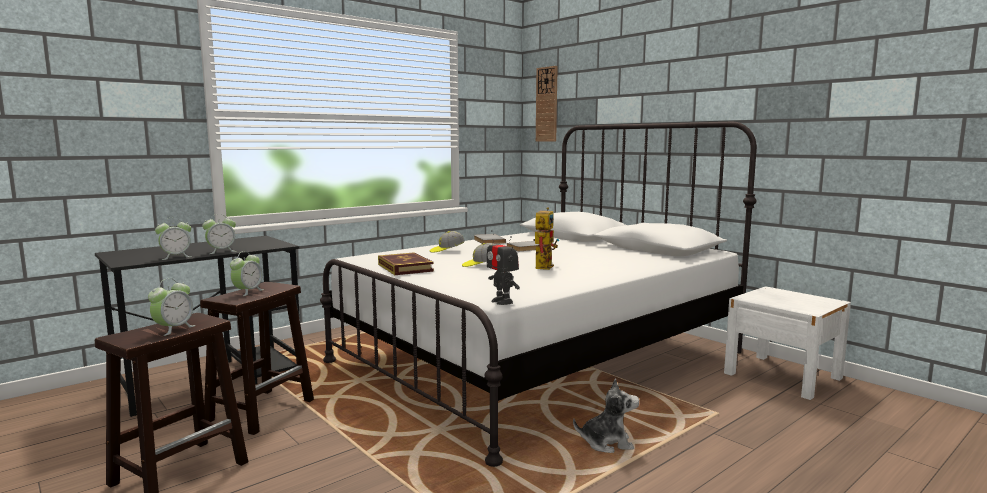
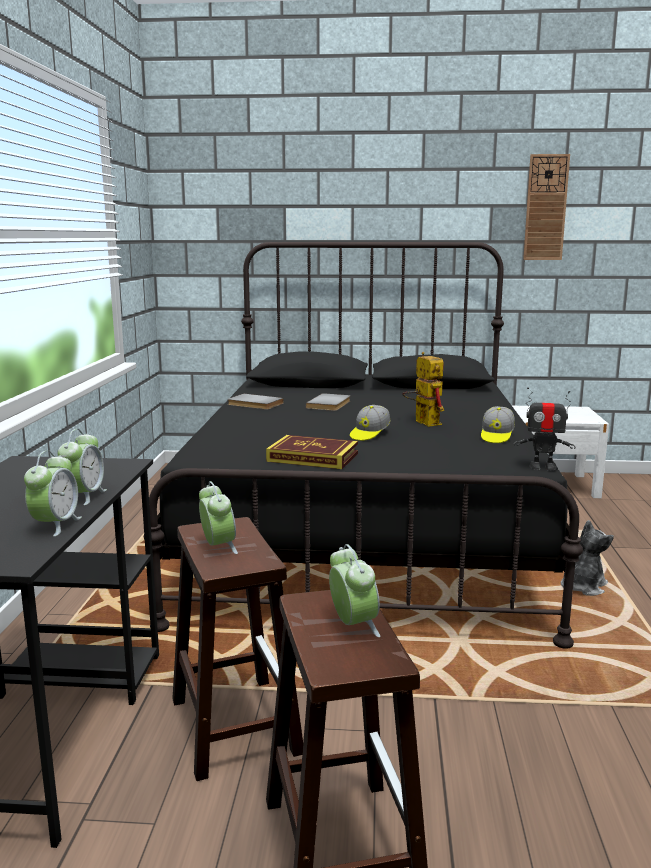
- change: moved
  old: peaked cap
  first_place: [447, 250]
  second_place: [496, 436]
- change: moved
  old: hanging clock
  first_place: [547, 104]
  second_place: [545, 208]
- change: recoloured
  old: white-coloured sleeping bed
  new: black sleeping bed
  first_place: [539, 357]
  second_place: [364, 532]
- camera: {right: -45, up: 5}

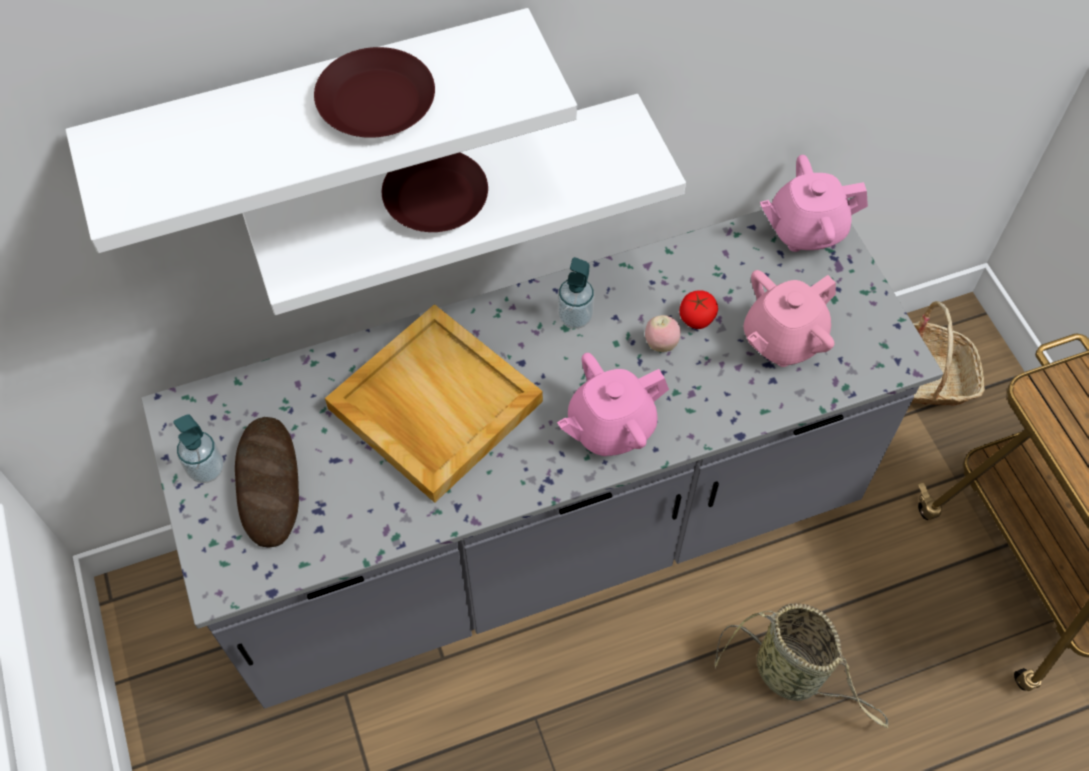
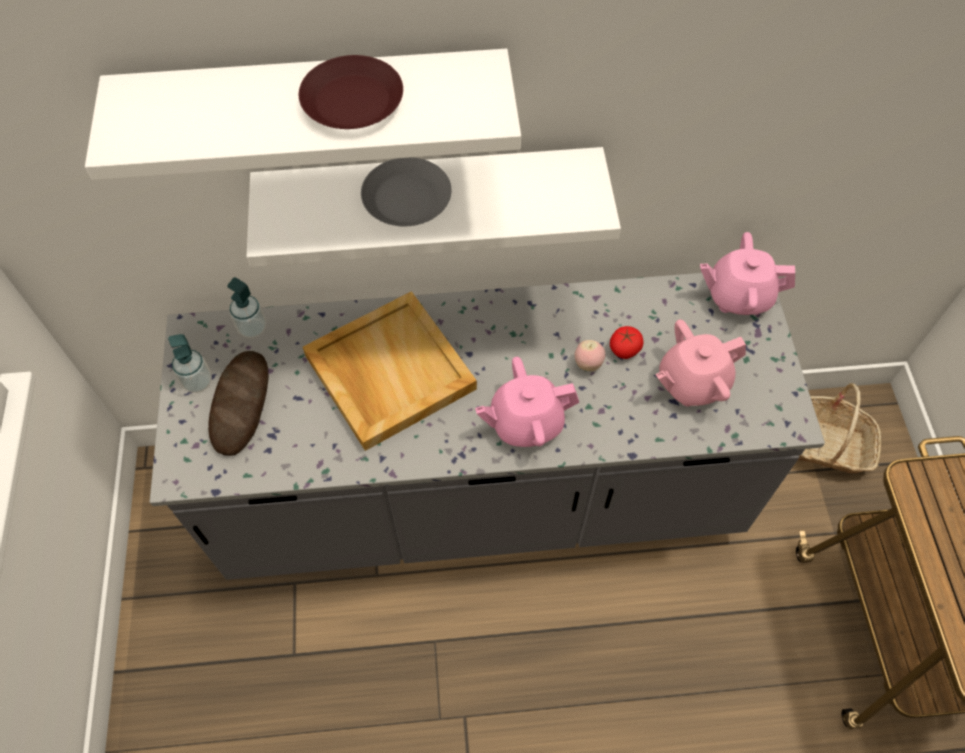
- change: removed
  old: storage basket
  first_place: [792, 674]
- change: moved
  old: liquid soap bottle
  first_place: [575, 317]
  second_place: [252, 328]
- change: recoloured
  old: brown-coloured plate
  new: gray plate
  first_place: [434, 198]
  second_place: [406, 198]
- camera: {right: 15, up: 0}

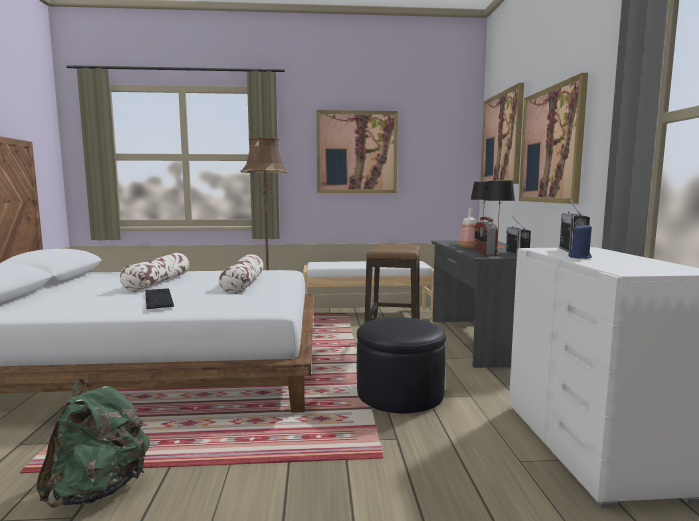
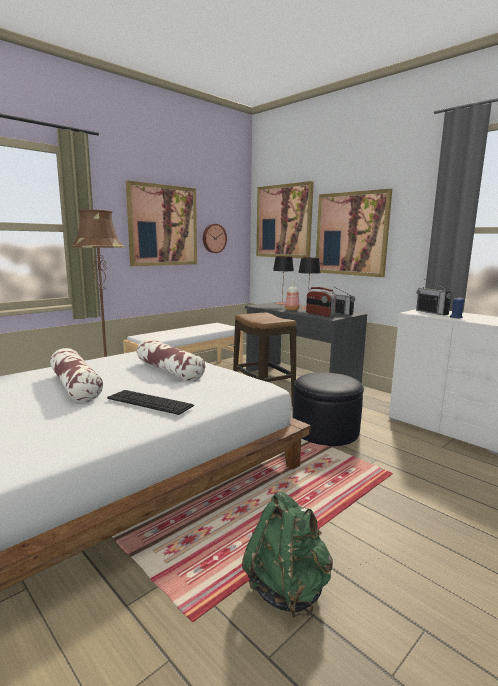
- change: added
  new: hanging clock
  second_place: [213, 238]
- camera: {right: -40, up: 5}

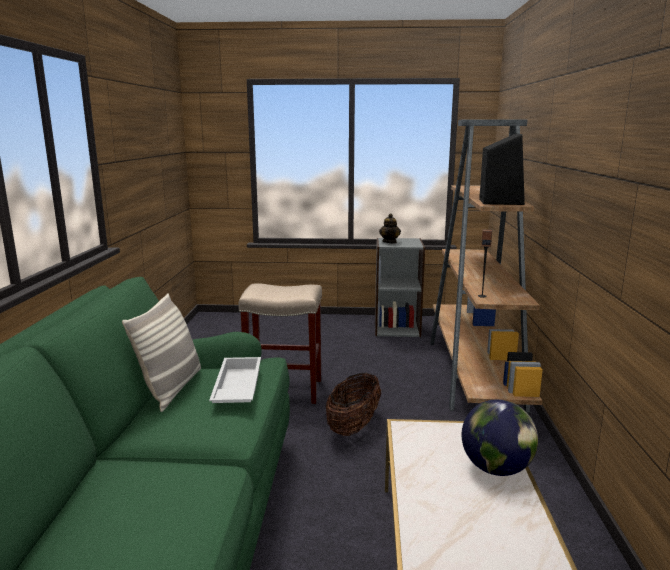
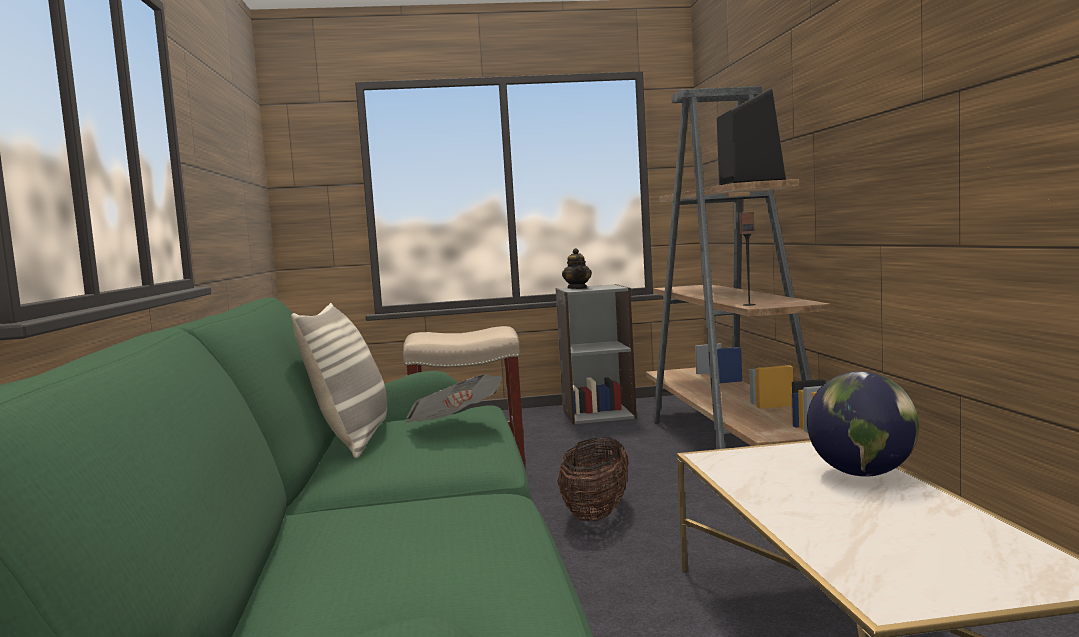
- change: replaced
  old: white-coloured tray
  new: printed paper
  first_place: [236, 388]
  second_place: [455, 427]
- camera: {right: -10, up: -10}

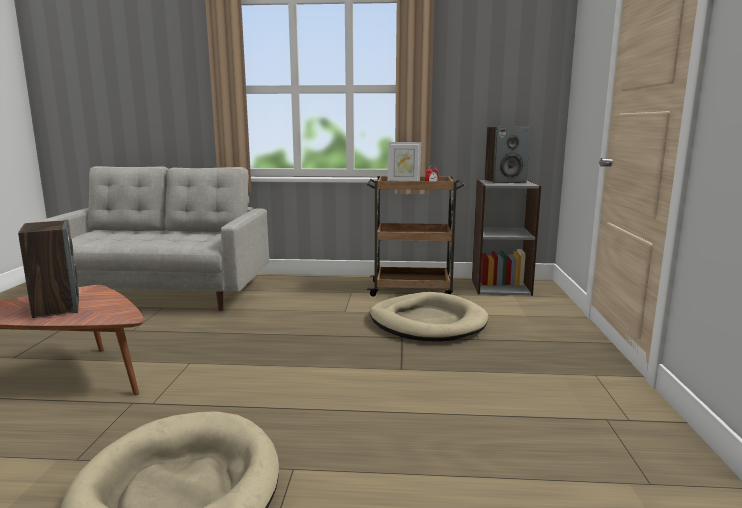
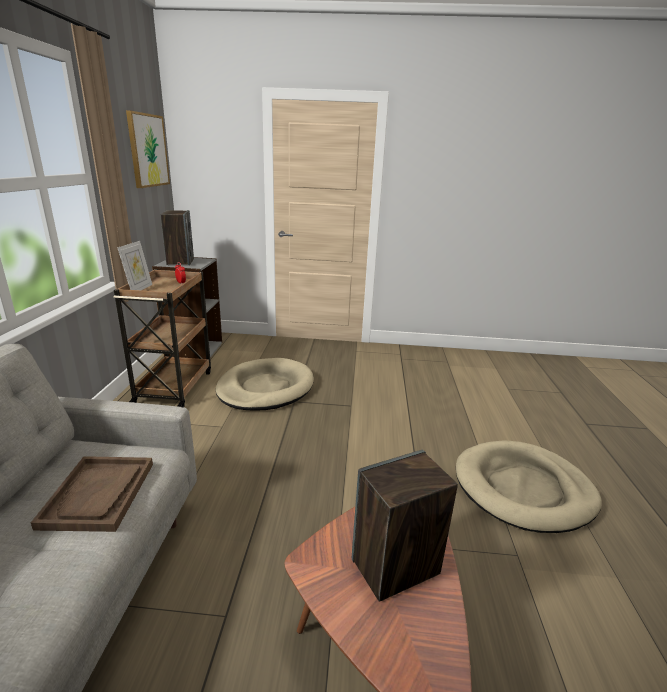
- change: added
  new: brown-coloured tray
  second_place: [99, 494]
- change: added
  new: wall picture
  second_place: [148, 150]
- camera: {right: -90, up: 10}

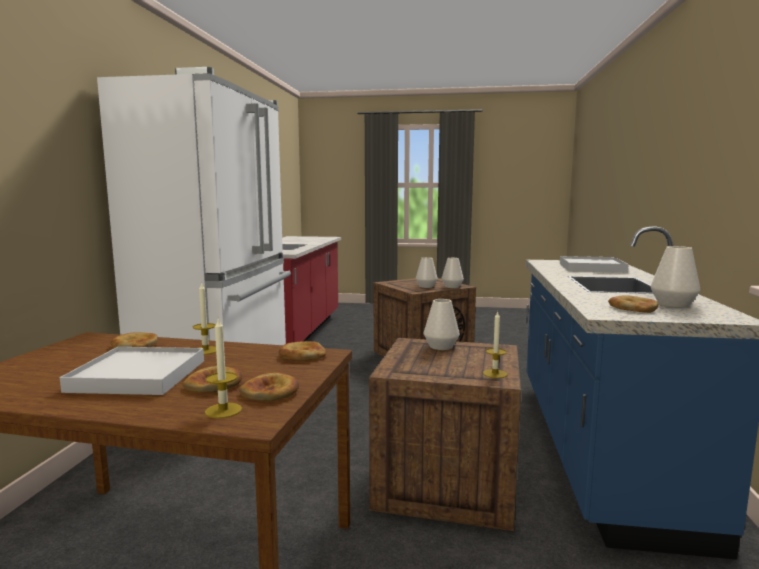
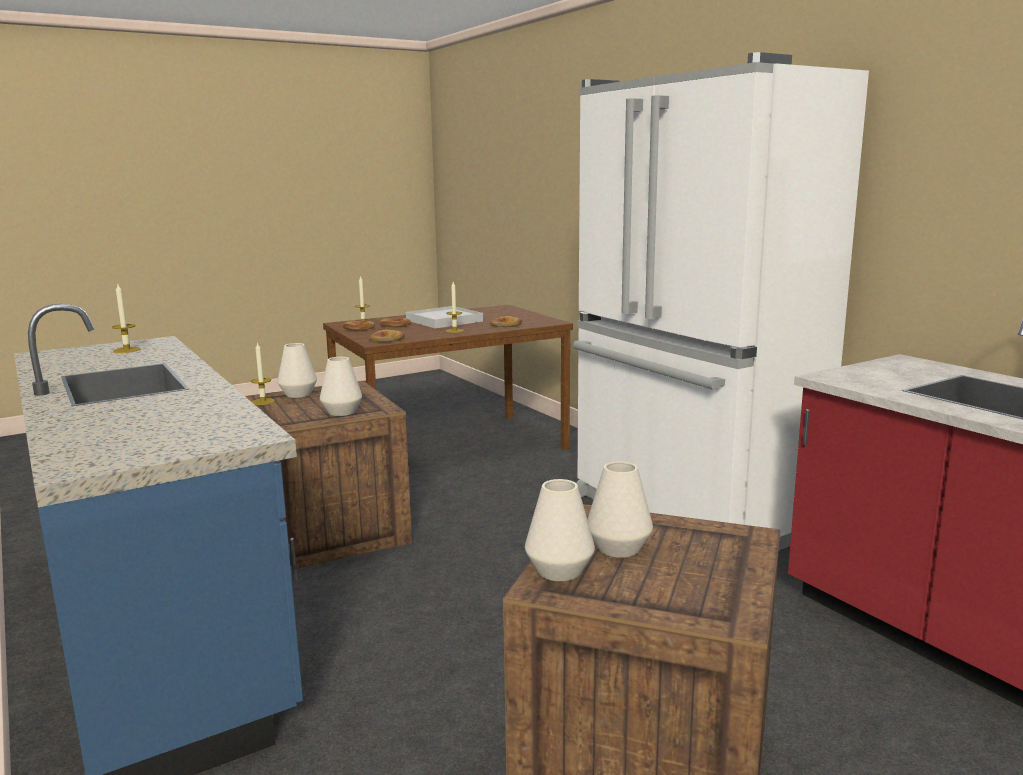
- change: removed
  old: white-coloured tray
  first_place: [591, 268]
- change: moved
  old: white-coloured decorative vase
  first_place: [673, 304]
  second_place: [298, 394]
- change: replaced
  old: bakery bread
  new: wax candle
  first_place: [632, 308]
  second_place: [127, 350]
- camera: {right: 140, up: 5}

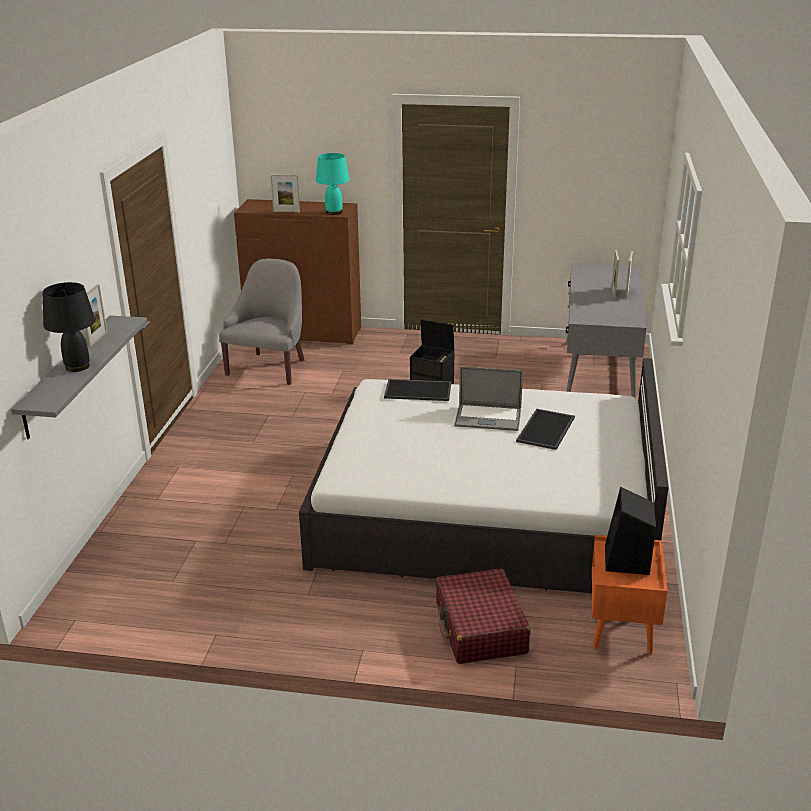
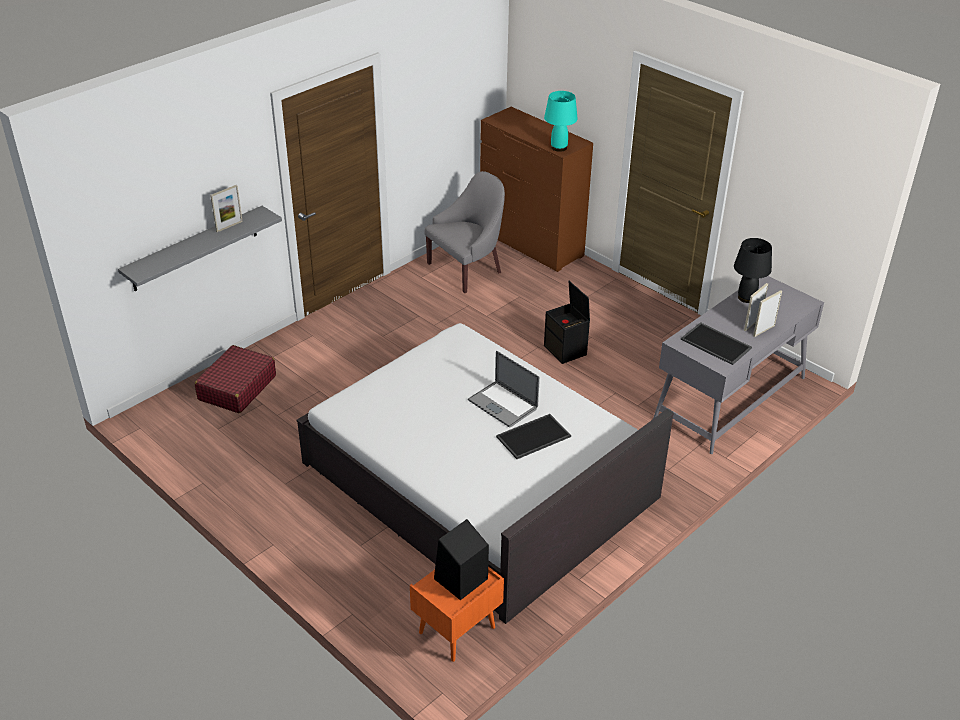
- change: removed
  old: picture frame
  first_place: [286, 211]
- change: moved
  old: black tabletop lamp
  first_place: [77, 366]
  second_place: [746, 297]
- change: moved
  old: tray
  first_place: [418, 390]
  second_place: [717, 343]
- change: moved
  old: red-coloured piece of luggage
  first_place: [480, 628]
  second_place: [237, 388]
- camera: {right: 35, up: 10}

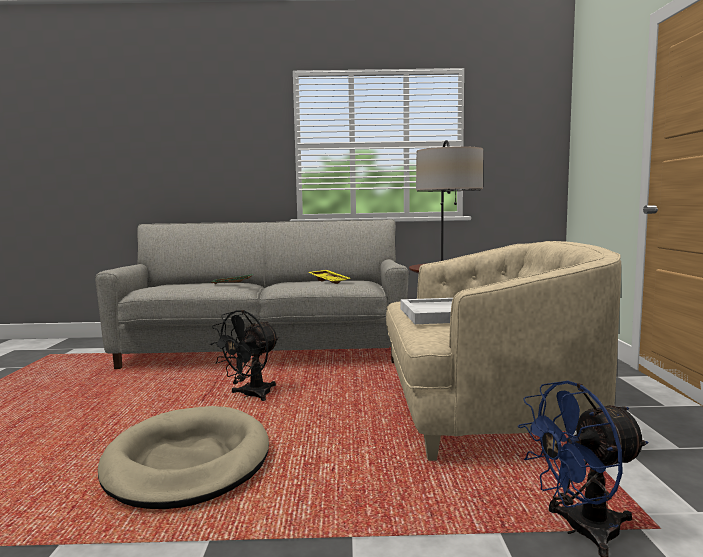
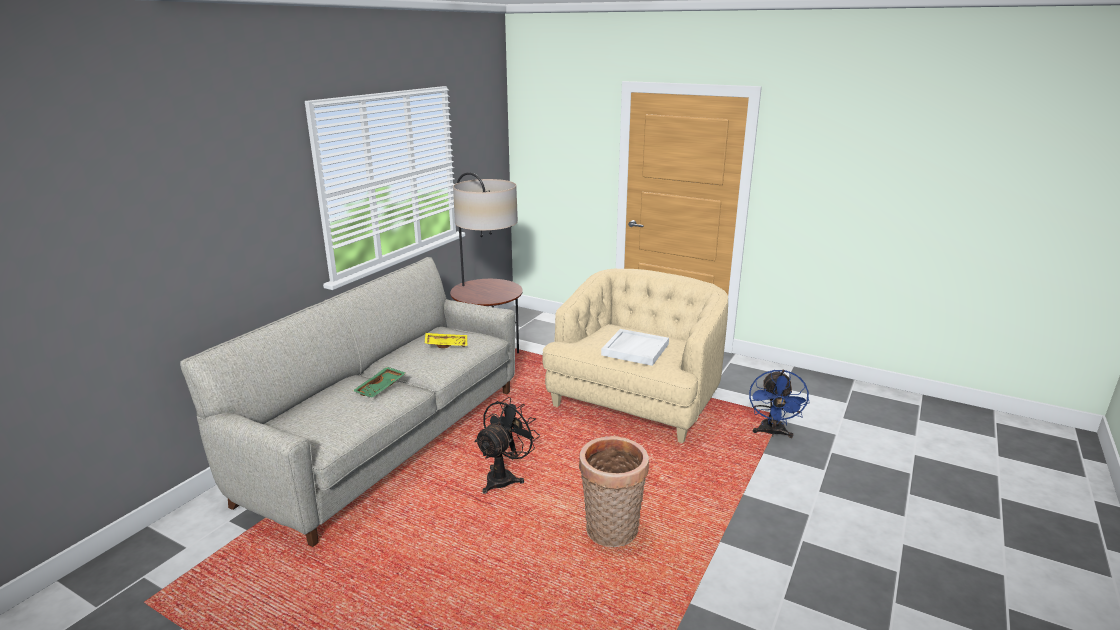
- change: replaced
  old: beige-coloured pet bed
  new: storage basket
  first_place: [188, 462]
  second_place: [611, 532]
- change: turned
  old: black fan
  first_place: [250, 395]
  second_place: [504, 477]
  degrees: -120
- camera: {right: -60, up: 15}

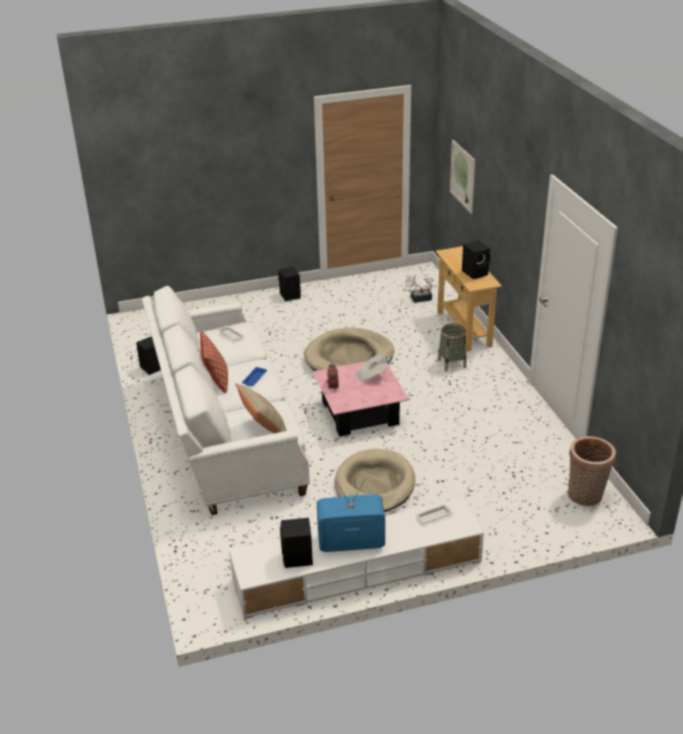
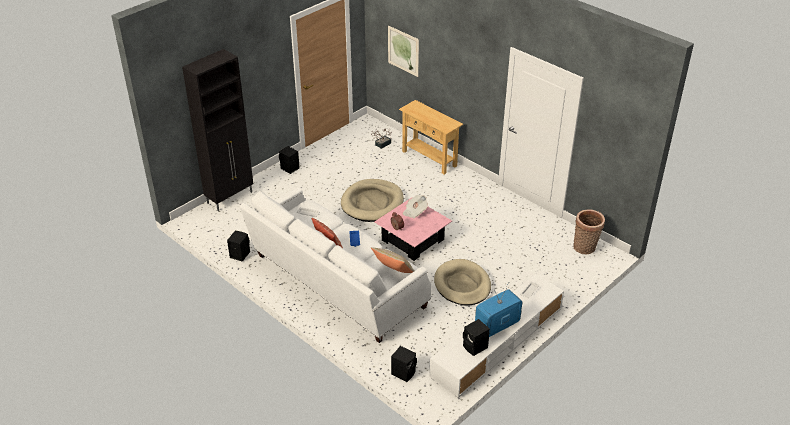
- change: removed
  old: storage basket
  first_place: [452, 363]
- change: added
  new: black cabinet
  second_place: [230, 197]
- change: moved
  old: black loudspeaker
  first_place: [475, 272]
  second_place: [404, 372]
- camera: {right: -30, up: 5}

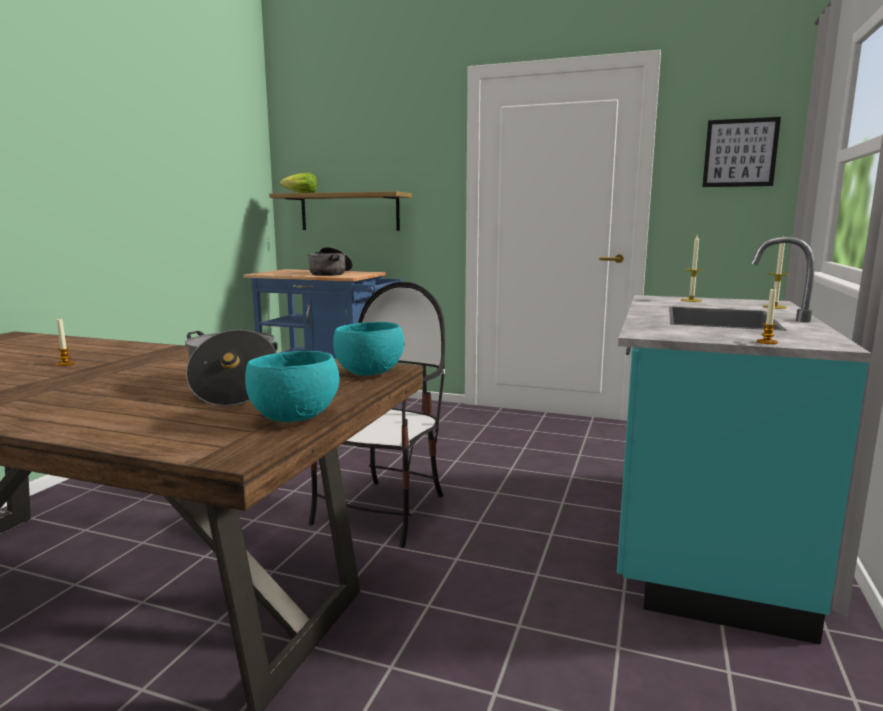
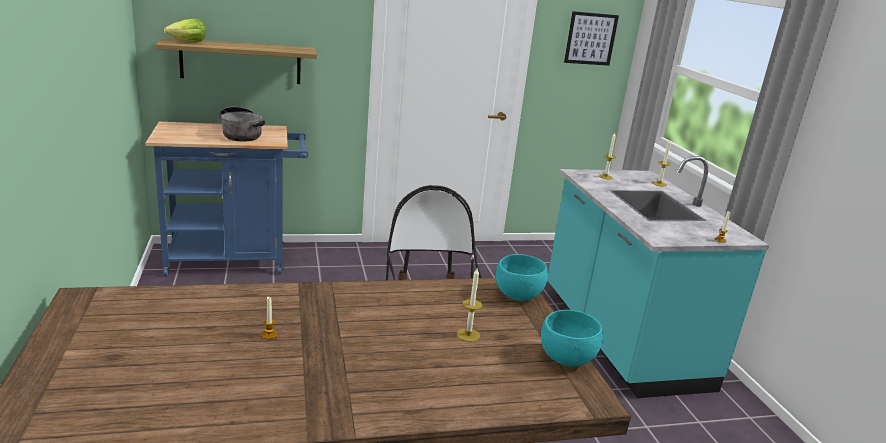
- change: replaced
  old: cooking pot
  new: wax candle
  first_place: [233, 387]
  second_place: [468, 335]
- camera: {right: -35, up: 10}

